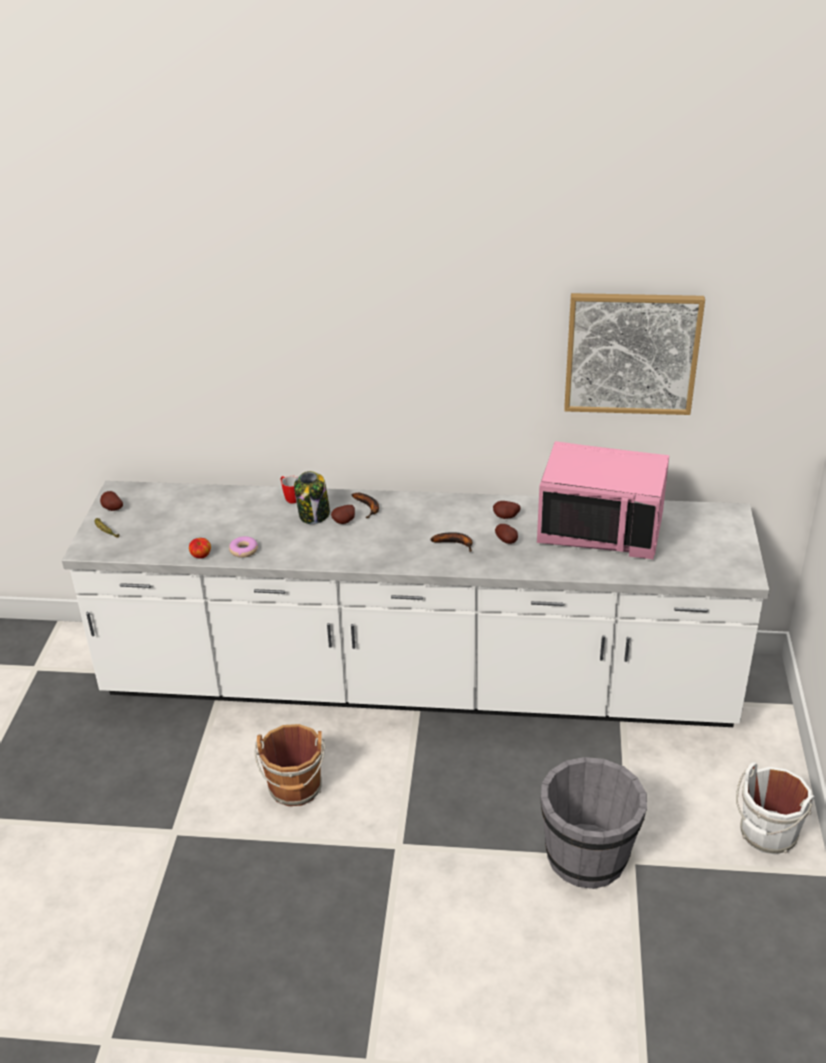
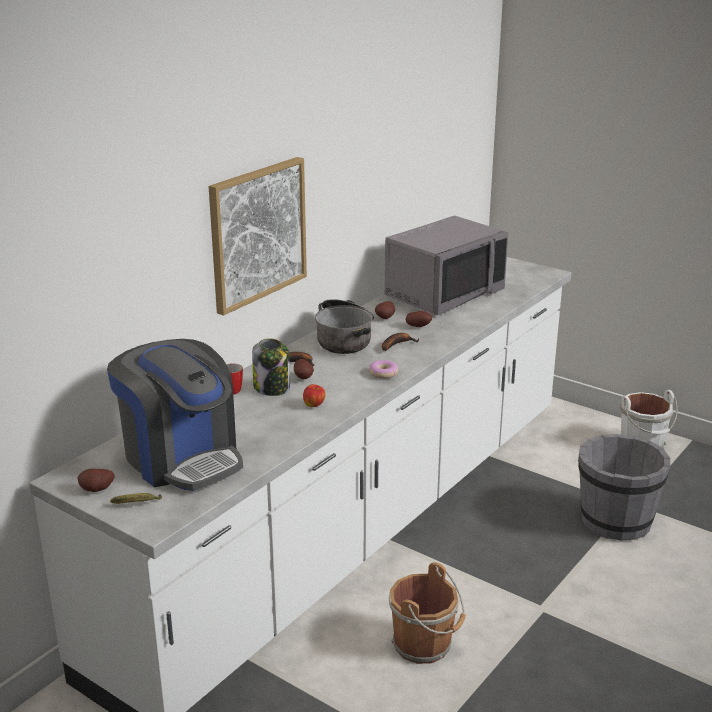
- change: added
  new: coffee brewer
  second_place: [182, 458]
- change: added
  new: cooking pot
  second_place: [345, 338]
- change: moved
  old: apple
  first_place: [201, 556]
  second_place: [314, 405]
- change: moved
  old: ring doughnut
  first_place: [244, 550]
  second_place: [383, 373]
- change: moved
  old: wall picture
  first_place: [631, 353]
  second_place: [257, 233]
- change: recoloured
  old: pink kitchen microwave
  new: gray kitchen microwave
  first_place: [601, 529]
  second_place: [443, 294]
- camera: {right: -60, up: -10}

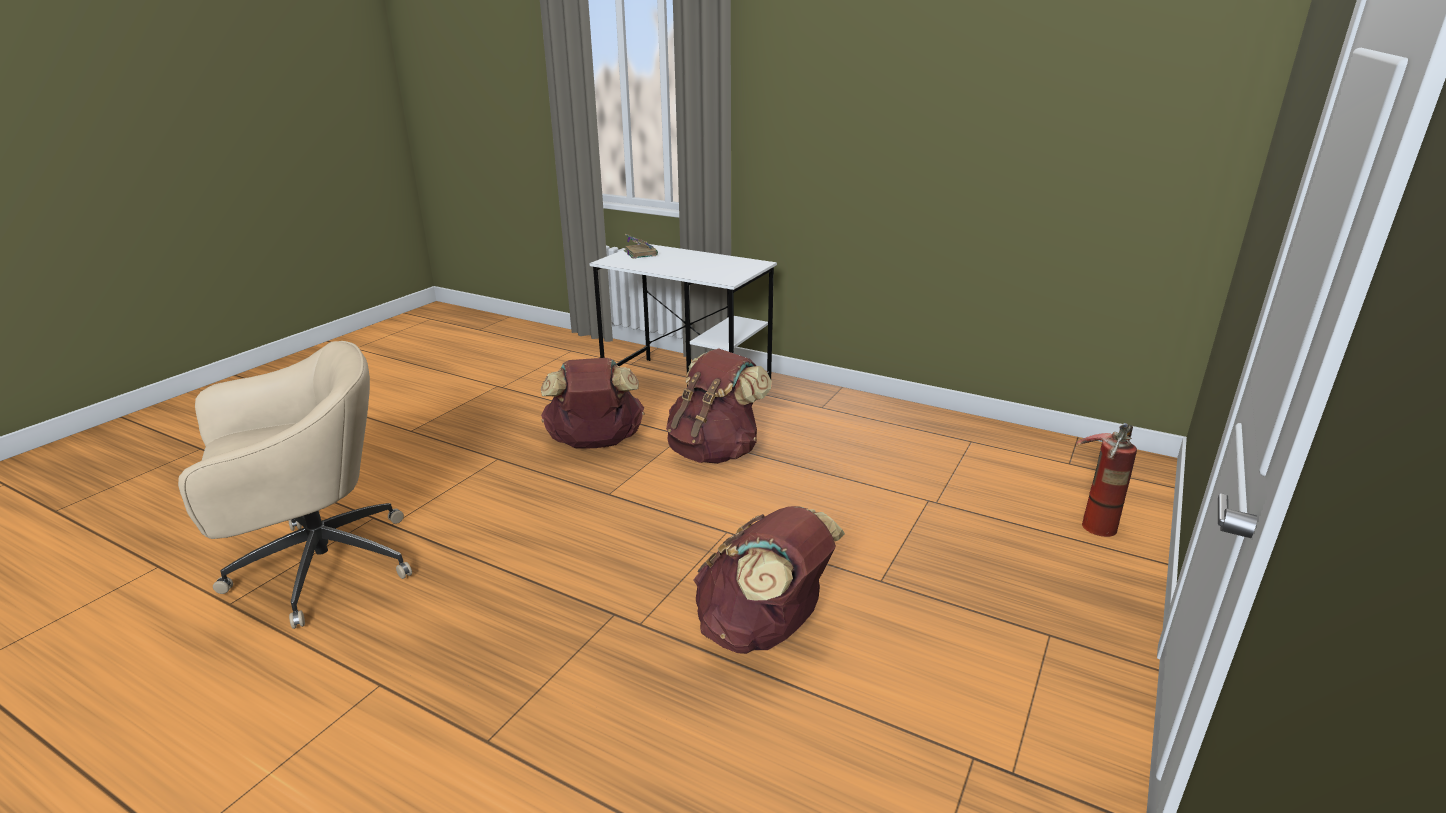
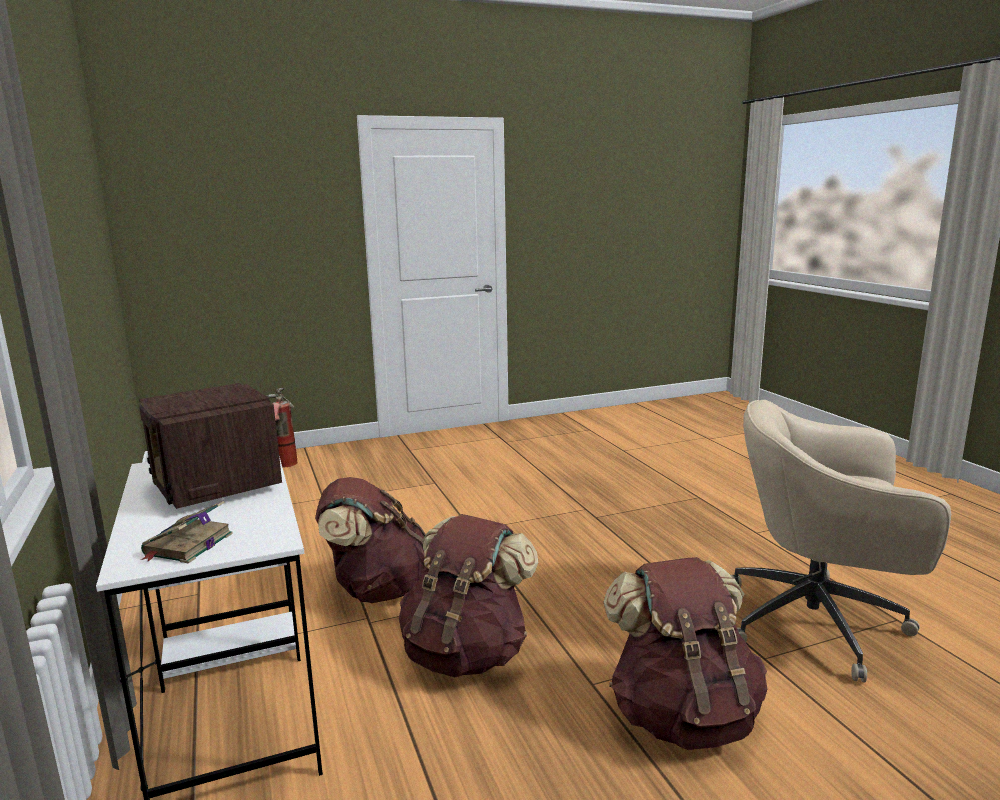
- change: added
  new: radio set
  second_place: [216, 487]
- change: moved
  old: brown-coloured knapsack
  first_place: [763, 630]
  second_place: [683, 715]
- camera: {right: -140, up: -10}

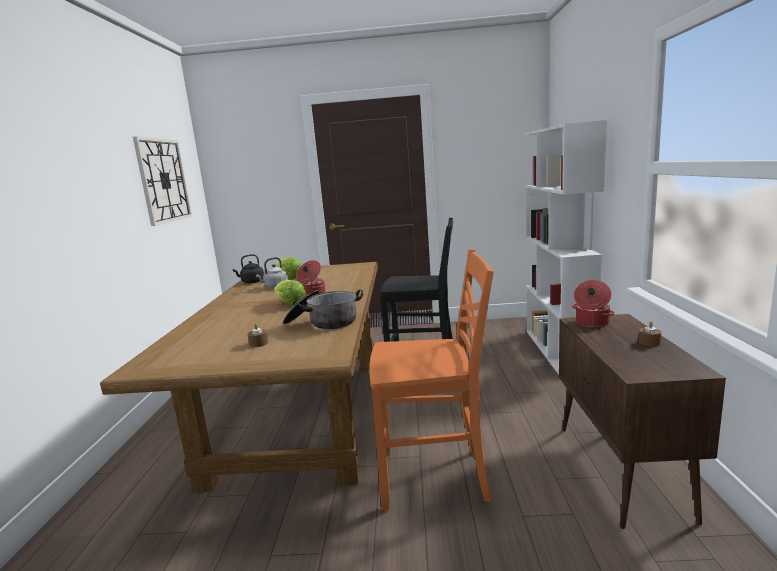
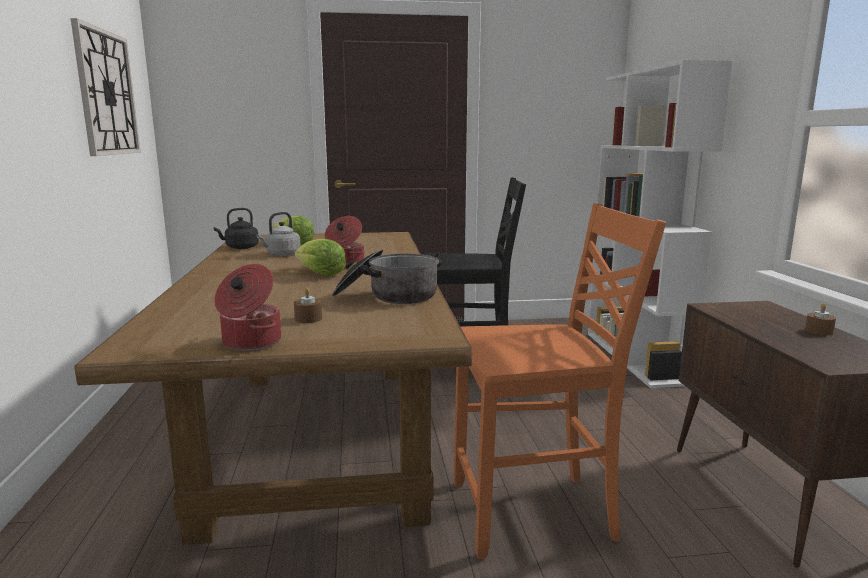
- change: moved
  old: cooking pot
  first_place: [591, 323]
  second_place: [250, 342]
- camera: {right: -10, up: 0}

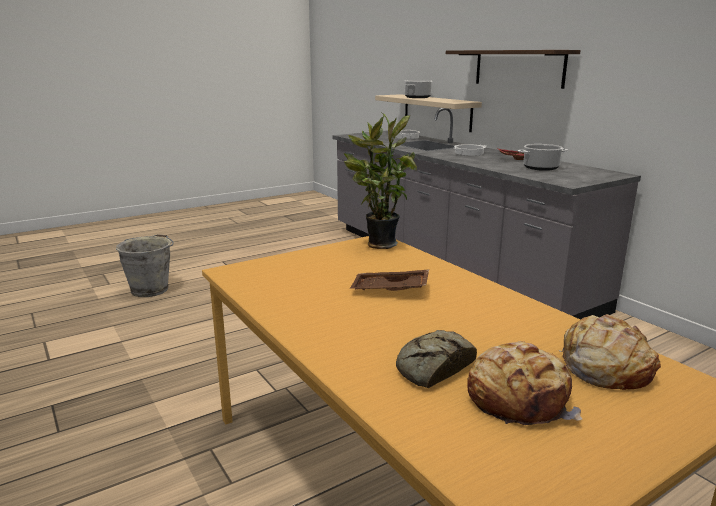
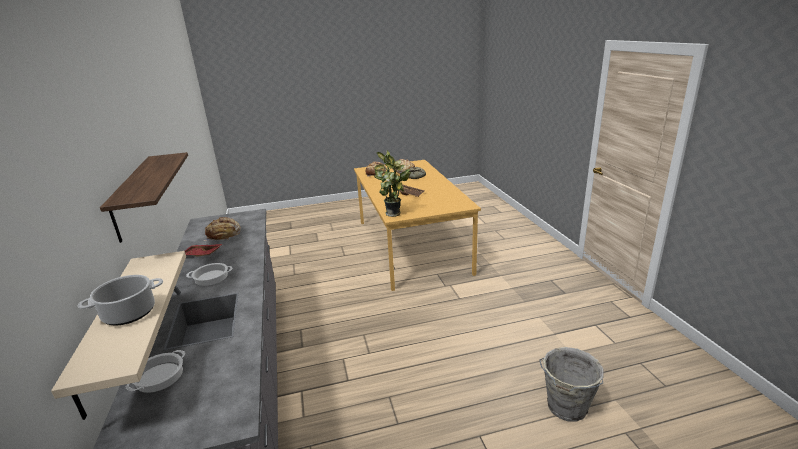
- change: replaced
  old: cooking pot
  new: bakery bread
  first_place: [540, 168]
  second_place: [224, 235]
- camera: {right: -160, up: 5}

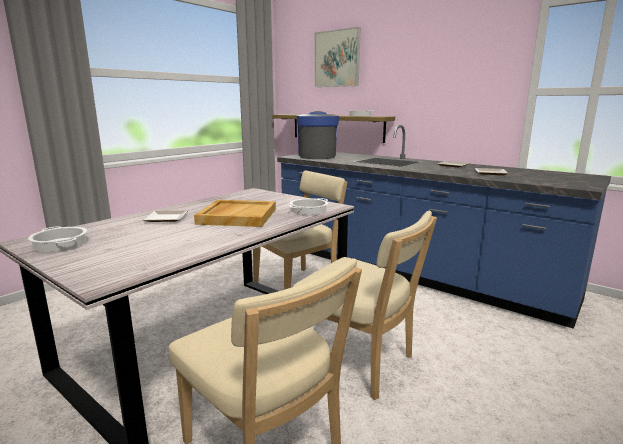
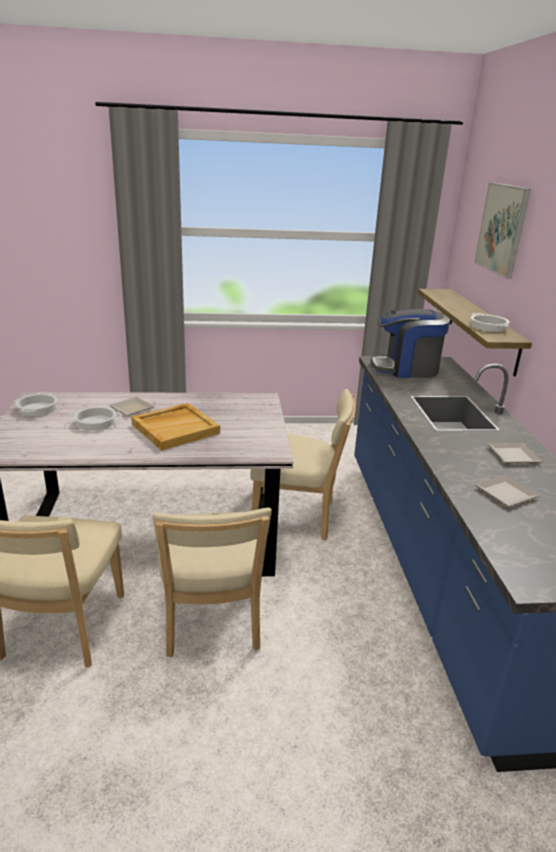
- change: moved
  old: cooking pot
  first_place: [309, 210]
  second_place: [95, 422]
- change: turned
  old: coffee brewer
  first_place: [317, 156]
  second_place: [406, 368]
  degrees: -135
- camera: {right: 45, up: 10}

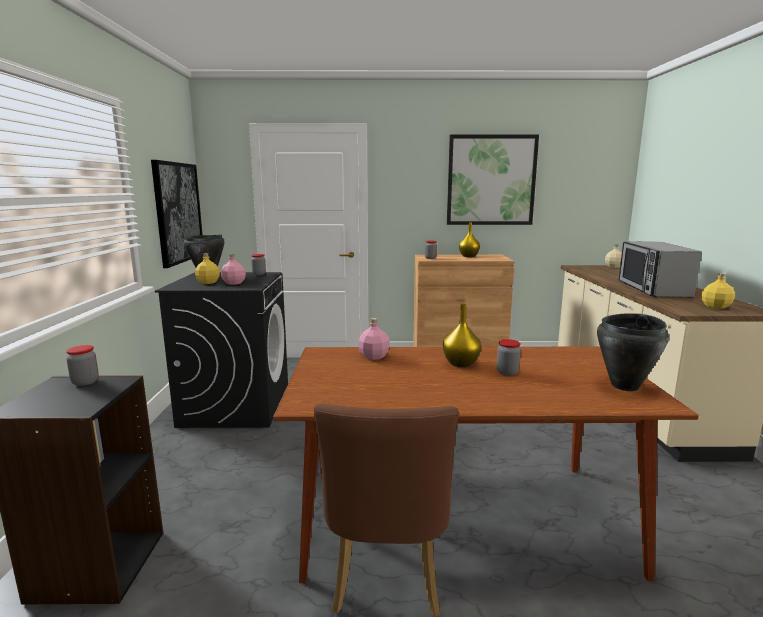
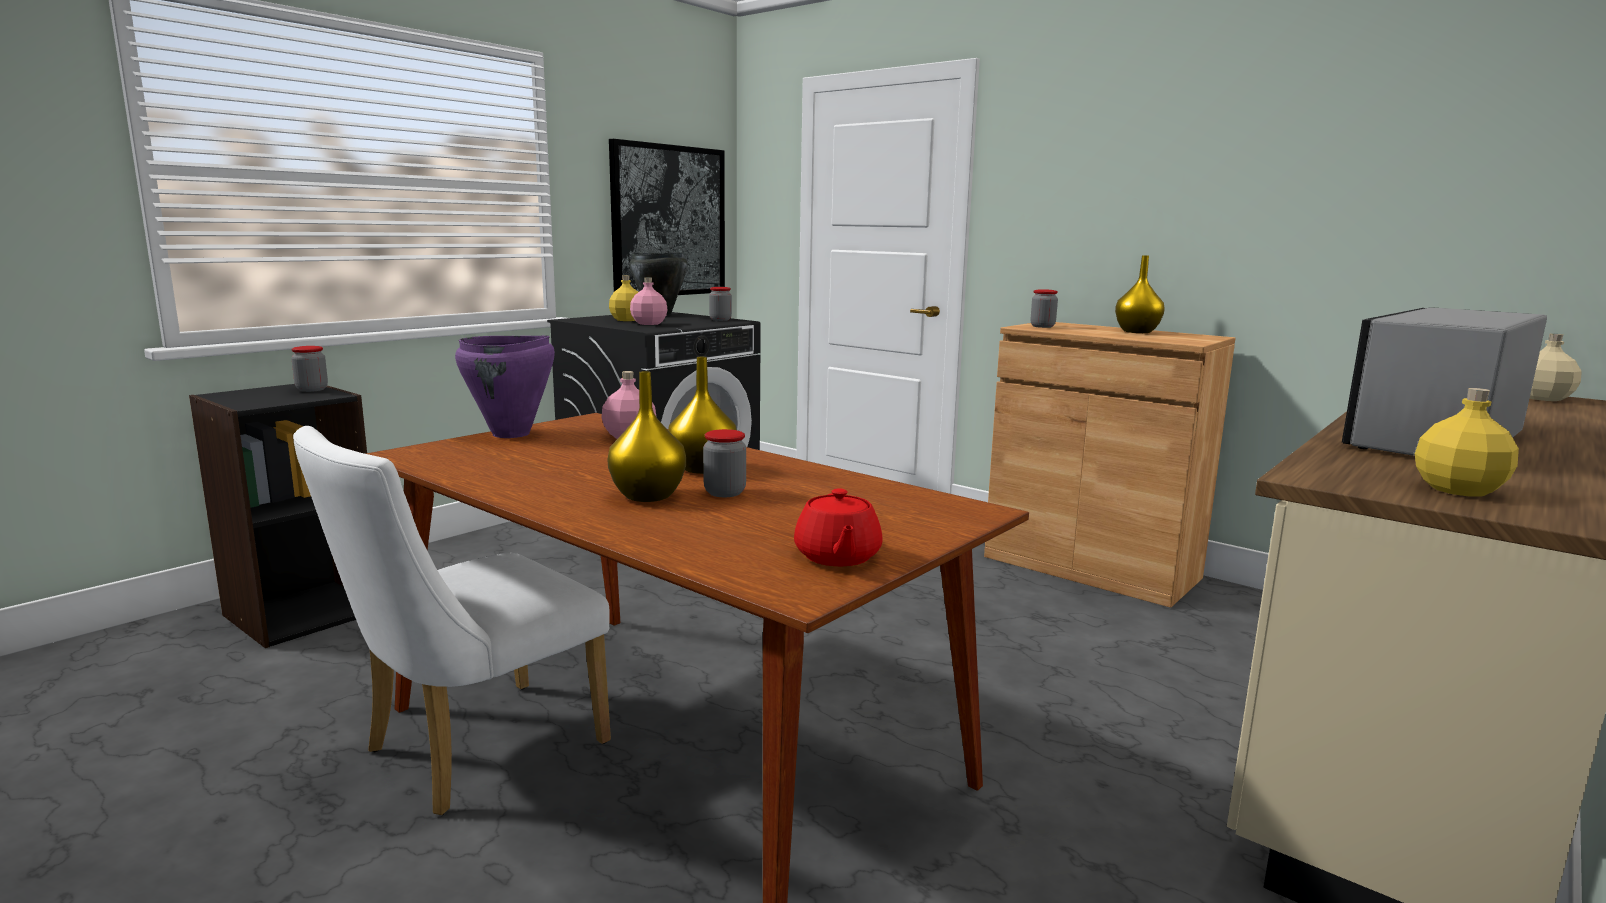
- change: removed
  old: wall picture
  first_place: [491, 180]
- change: added
  new: purple-coloured cooking pot
  second_place: [511, 434]
- change: added
  new: yellow decorative vase
  second_place: [646, 496]
- change: replaced
  old: black cooking pot
  new: red-coloured pot for tea
  first_place: [625, 386]
  second_place: [837, 557]
- change: recoloured
  old: brown-coloured plain chair
  new: white-coloured plain chair
  first_place: [386, 577]
  second_place: [471, 752]
- camera: {right: 40, up: 0}

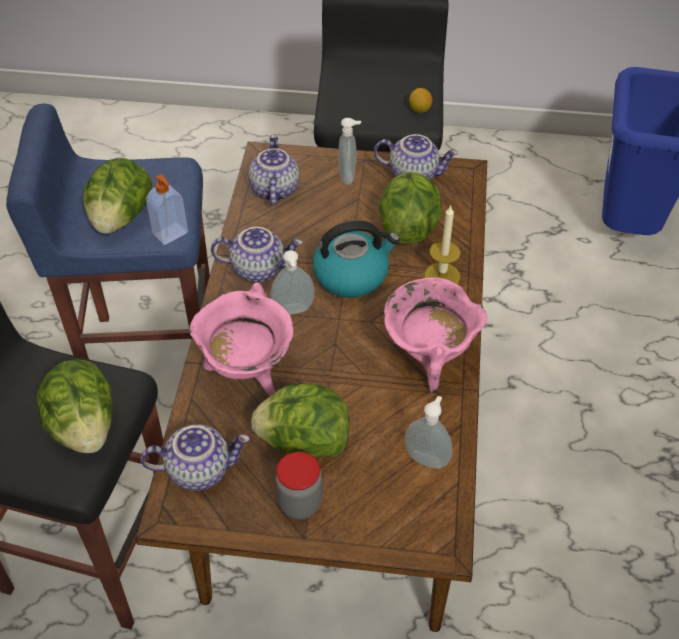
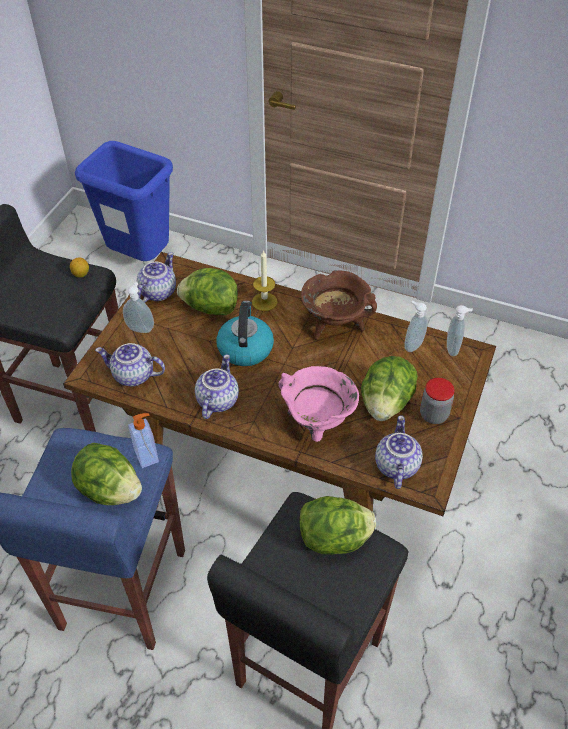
- change: moved
  old: liquid soap bottle
  first_place: [293, 311]
  second_place: [453, 348]
- change: recoloured
  old: pink cooking pot
  new: brown-coloured cooking pot
  first_place: [429, 359]
  second_place: [335, 326]
- camera: {right: -75, up: 0}

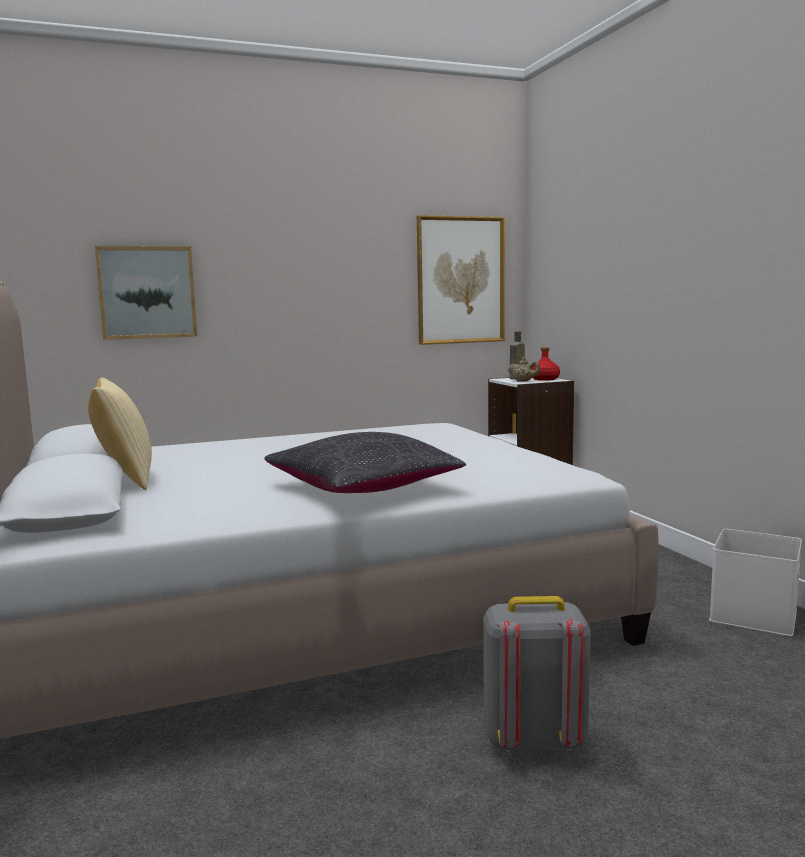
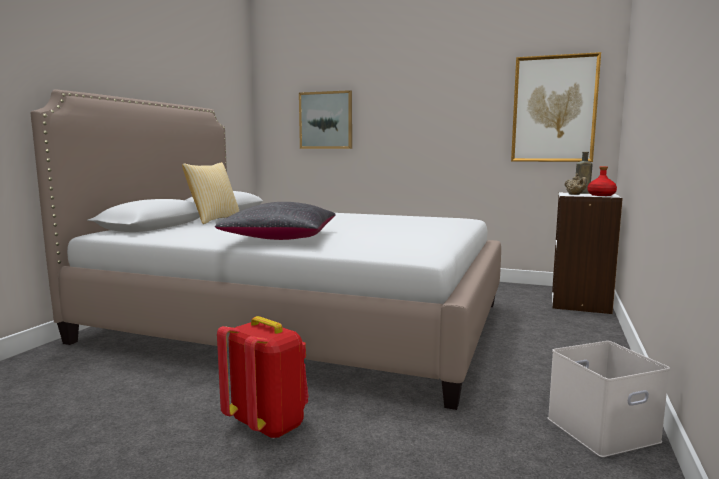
- change: recoloured
  old: gray knapsack
  new: red-coloured knapsack
  first_place: [533, 740]
  second_place: [268, 425]
- camera: {right: 40, up: 0}

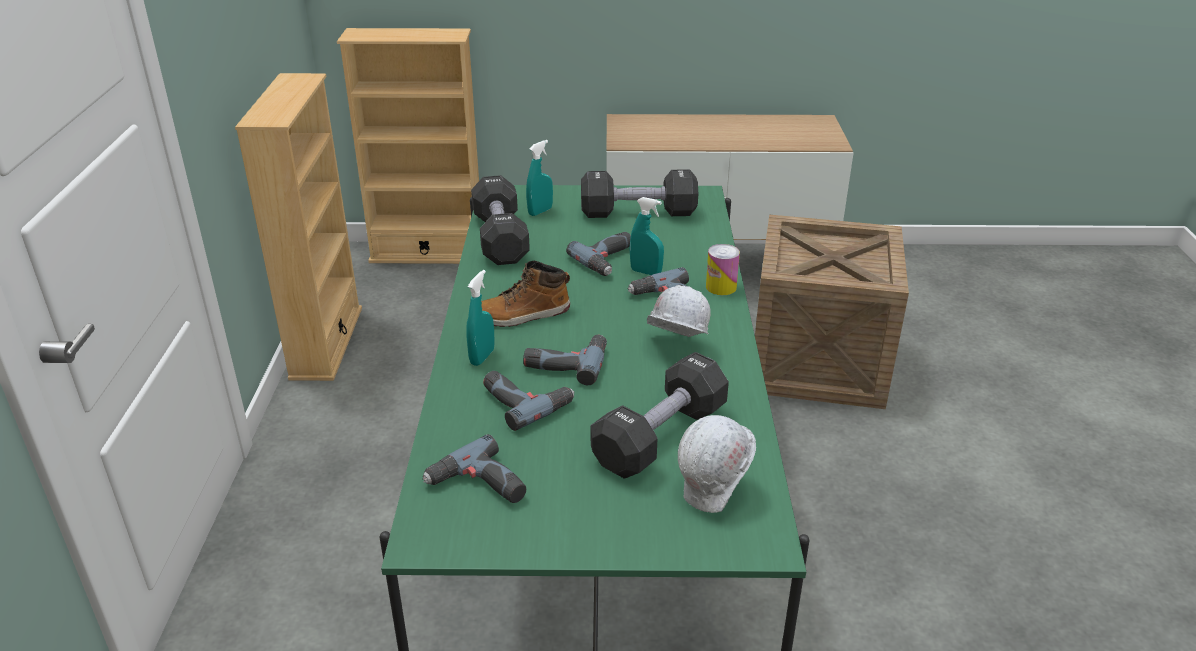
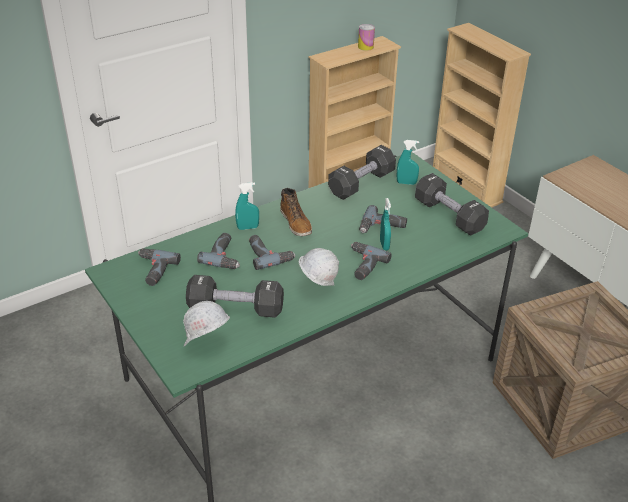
- change: moved
  old: can
  first_place: [721, 287]
  second_place: [365, 47]
- change: turned
  old: high-top boot
  first_place: [522, 315]
  second_place: [296, 223]
  degrees: -150
- camera: {right: 55, up: 5}

